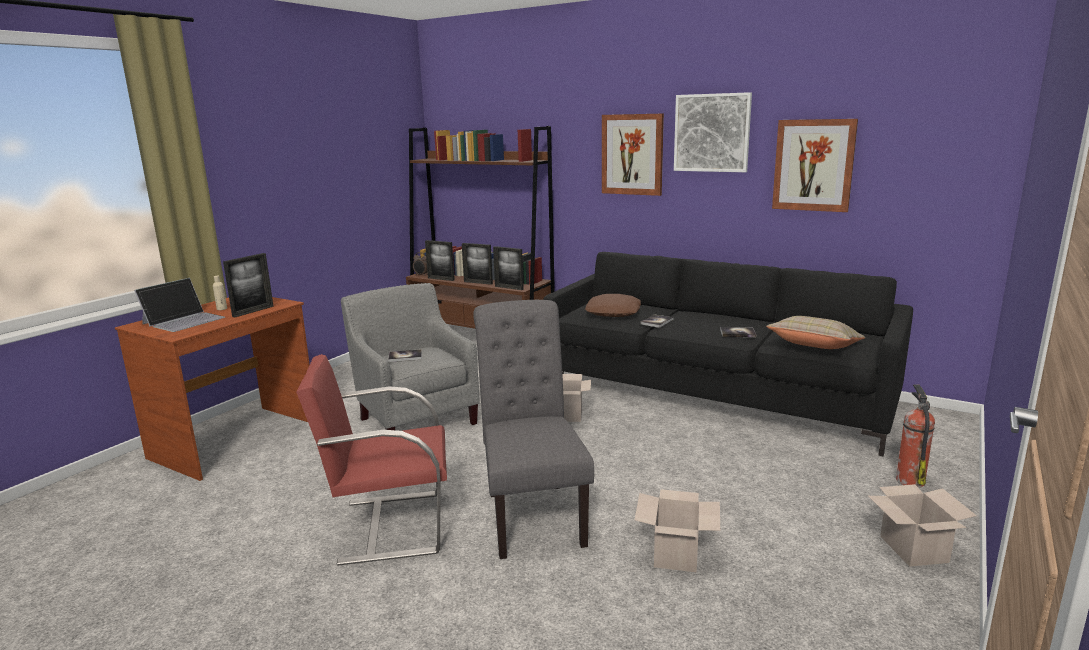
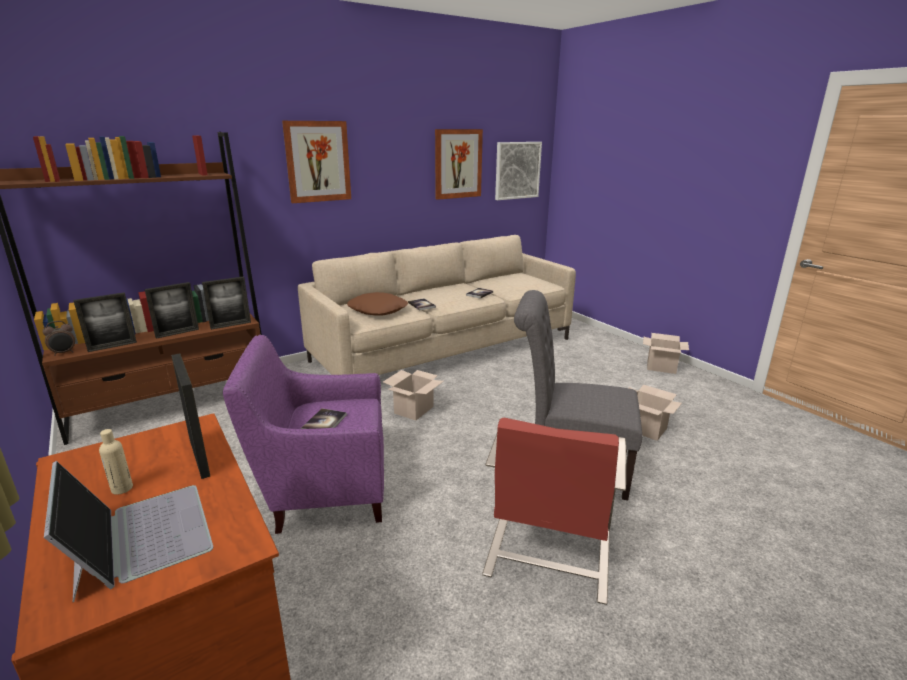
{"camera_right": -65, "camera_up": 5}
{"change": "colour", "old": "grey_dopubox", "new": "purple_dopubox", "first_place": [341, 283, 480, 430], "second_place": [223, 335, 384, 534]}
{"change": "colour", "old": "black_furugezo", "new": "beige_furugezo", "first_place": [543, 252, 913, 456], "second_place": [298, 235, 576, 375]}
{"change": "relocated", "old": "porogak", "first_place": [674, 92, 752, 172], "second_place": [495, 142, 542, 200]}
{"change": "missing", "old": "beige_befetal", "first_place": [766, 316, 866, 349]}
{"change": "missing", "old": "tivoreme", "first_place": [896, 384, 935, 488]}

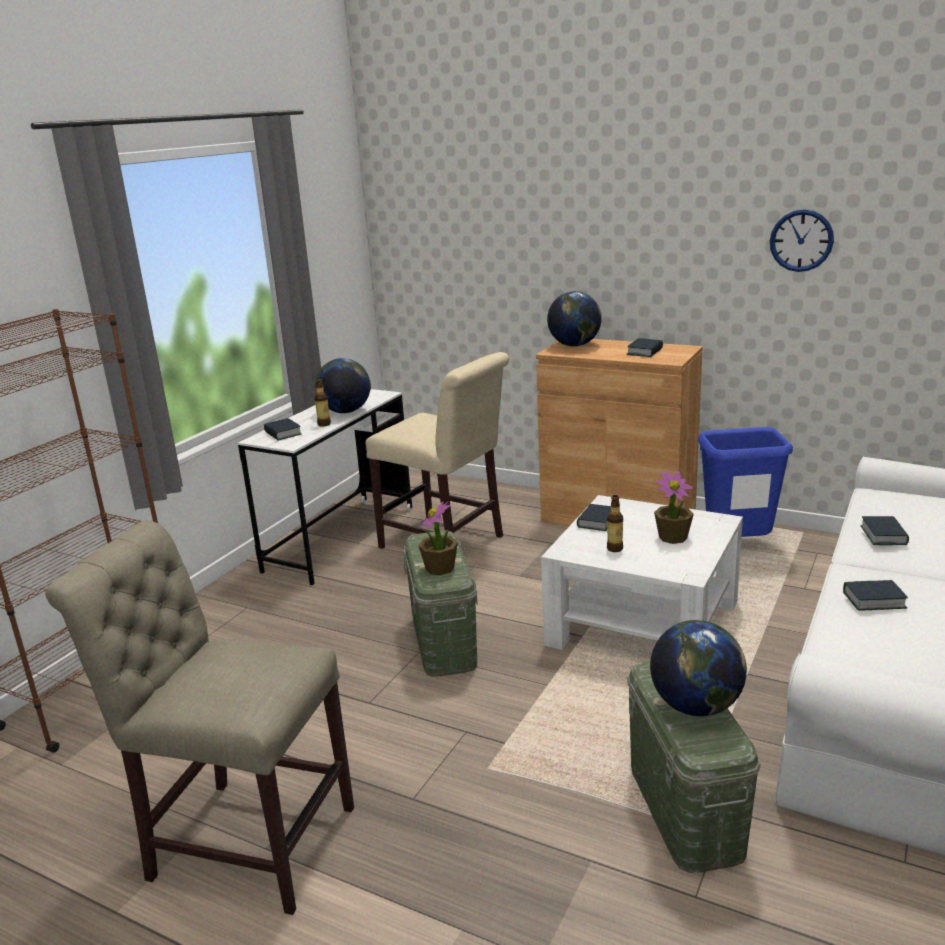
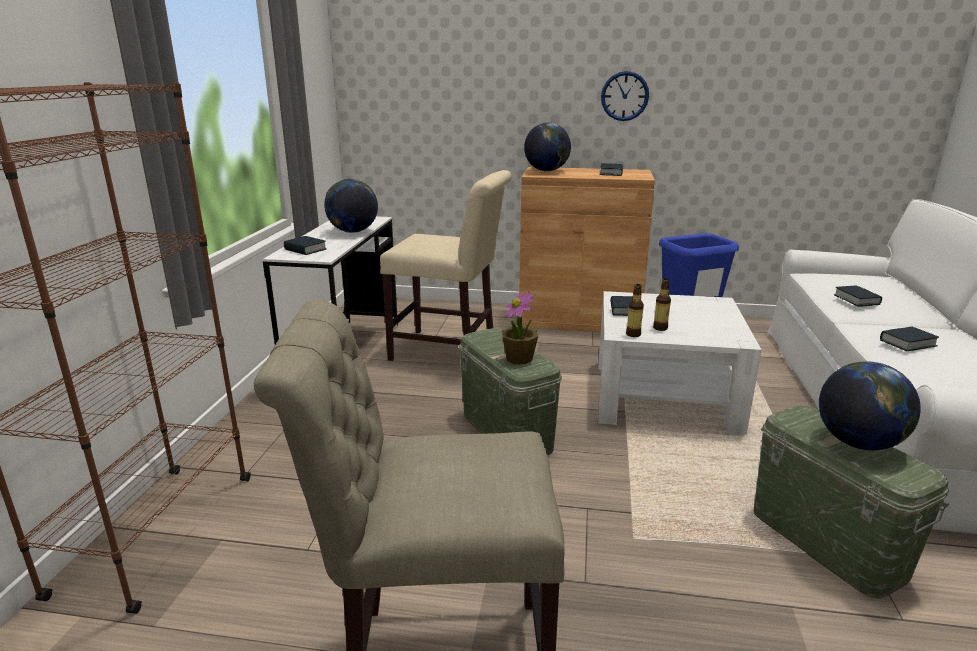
{"camera_right": -20, "camera_up": 0}
{"change": "relocated", "old": "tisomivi", "first_place": [770, 209, 834, 272], "second_place": [601, 71, 649, 121]}
{"change": "relocated", "old": "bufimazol", "first_place": [314, 378, 331, 427], "second_place": [626, 284, 644, 337]}
{"change": "missing", "old": "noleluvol", "first_place": [654, 471, 694, 544]}

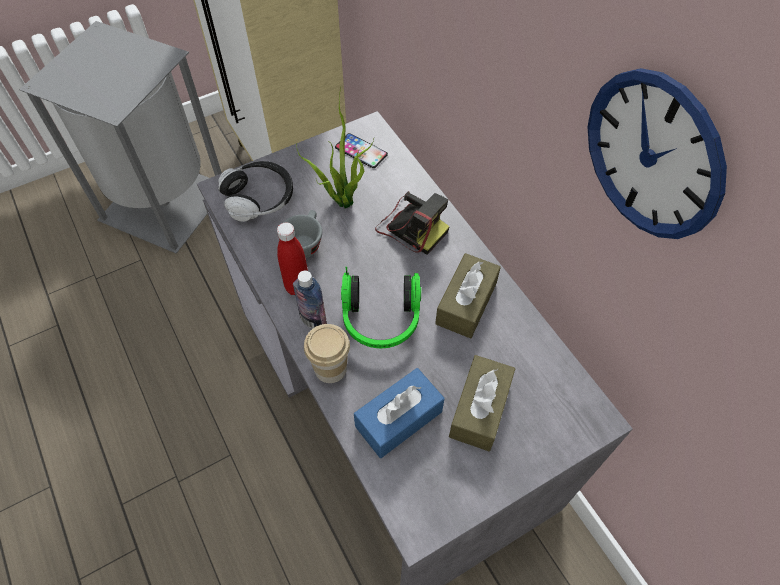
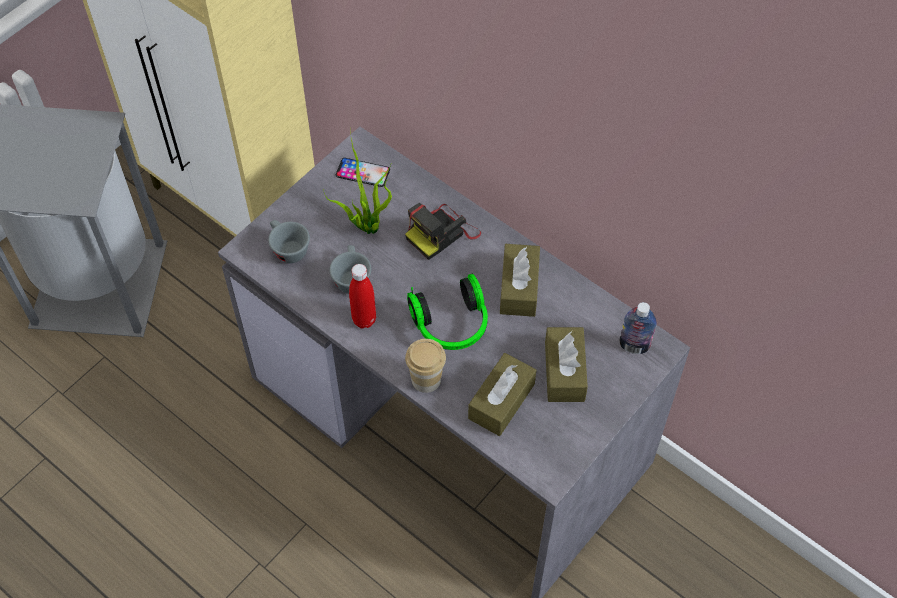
{"camera_right": -20, "camera_up": 0}
{"change": "exchanged", "old": "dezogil", "new": "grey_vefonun", "first_place": [218, 161, 293, 222], "second_place": [268, 220, 310, 263]}
{"change": "spun", "old": "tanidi", "first_place": [375, 191, 450, 255], "second_place": [405, 203, 481, 260], "degrees": 120}
{"change": "colour", "old": "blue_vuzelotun", "new": "brown_vuzelotun", "first_place": [354, 368, 445, 458], "second_place": [468, 353, 536, 436]}
{"change": "relocated", "old": "bufimazol", "first_place": [293, 271, 327, 329], "second_place": [619, 302, 657, 354]}
{"change": "missing", "old": "tisomivi", "first_place": [588, 68, 727, 239]}

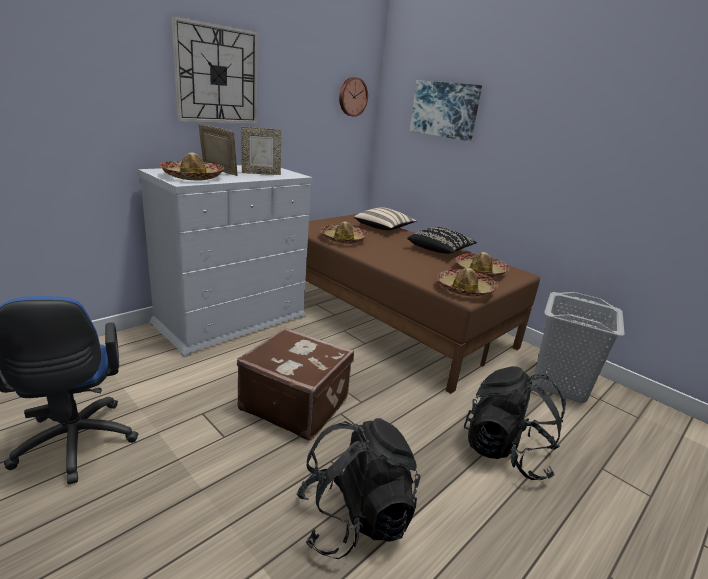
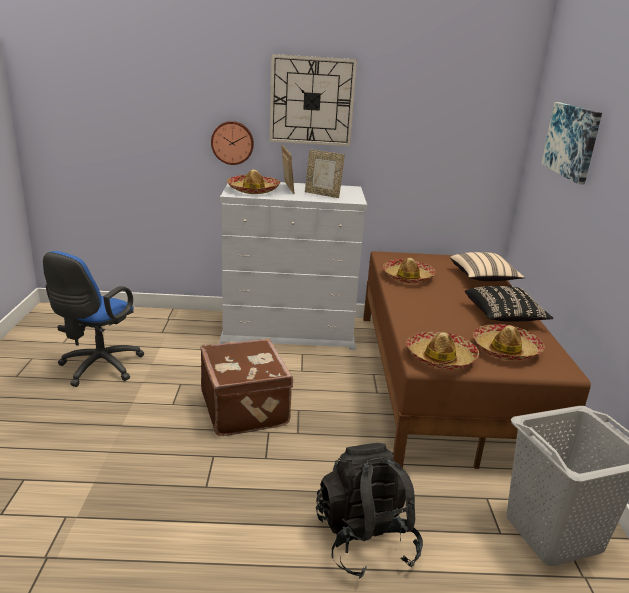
{"camera_right": 45, "camera_up": 0}
{"change": "relocated", "old": "tisomivi", "first_place": [339, 77, 368, 117], "second_place": [211, 121, 254, 165]}
{"change": "missing", "old": "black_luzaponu", "first_place": [296, 418, 421, 559]}

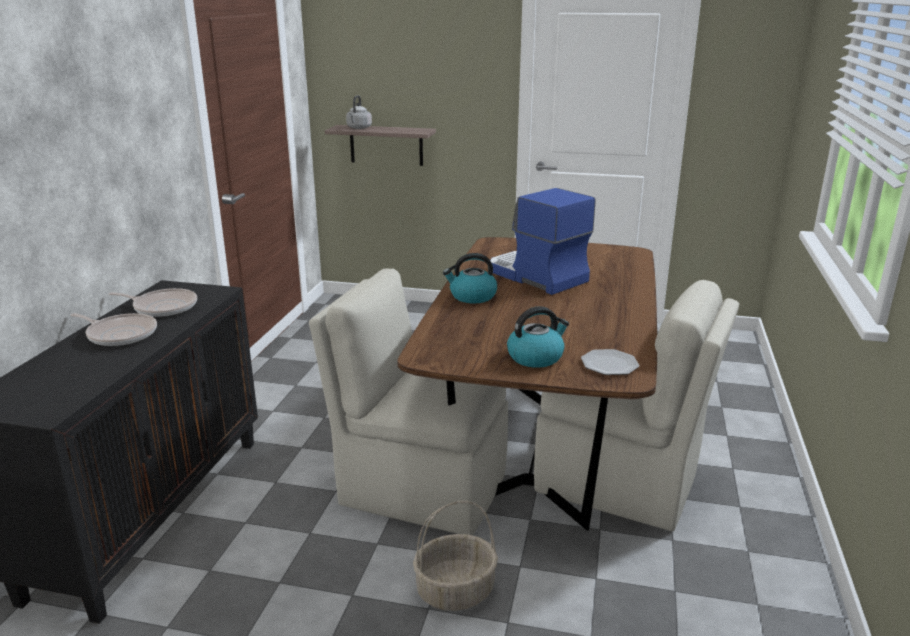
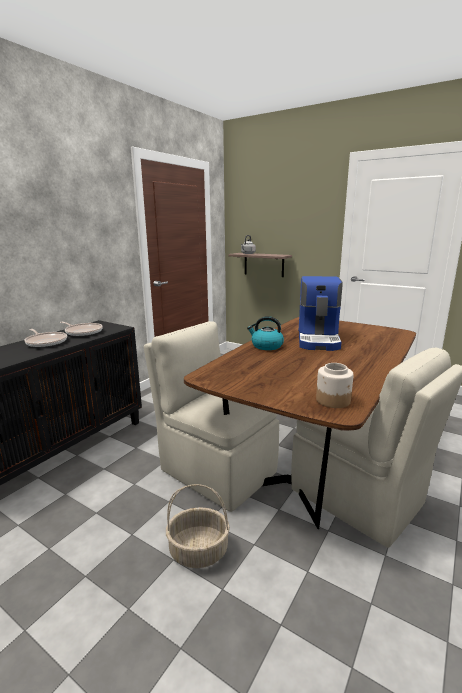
{"camera_right": 20, "camera_up": -5}
{"change": "spun", "old": "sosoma", "first_place": [490, 188, 595, 295], "second_place": [299, 276, 343, 351], "degrees": -150}
{"change": "exchanged", "old": "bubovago", "new": "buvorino", "first_place": [581, 349, 640, 375], "second_place": [316, 363, 354, 408]}
{"change": "missing", "old": "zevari", "first_place": [507, 306, 569, 368]}

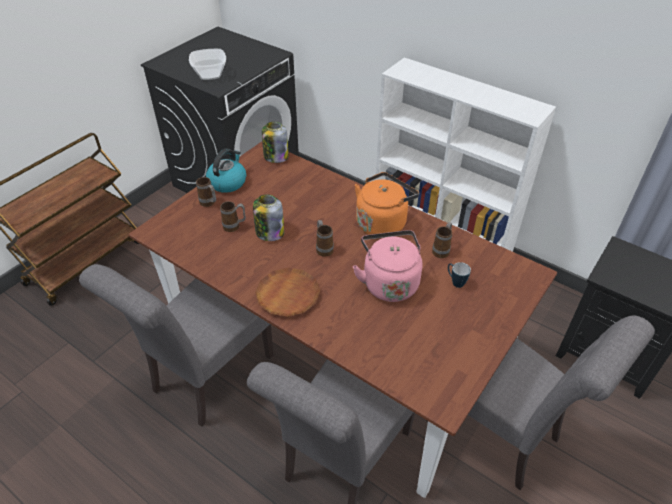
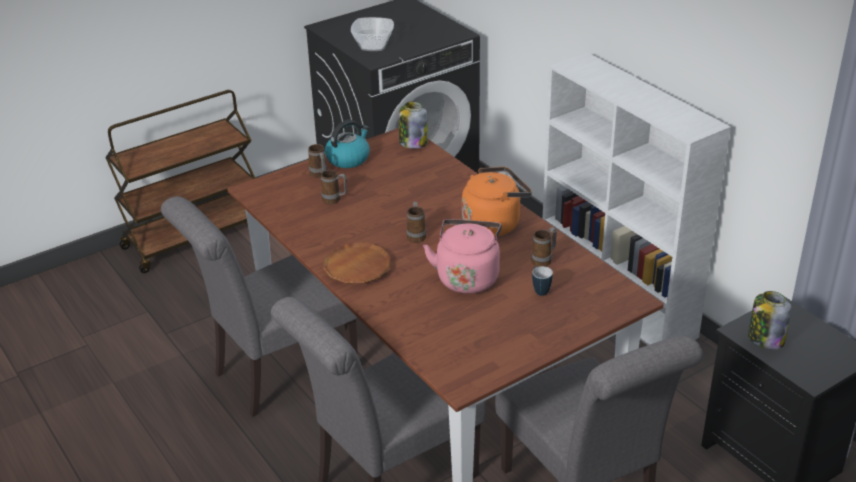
{"camera_right": 20, "camera_up": -10}
{"change": "relocated", "old": "buvorino", "first_place": [253, 194, 284, 241], "second_place": [748, 291, 791, 350]}

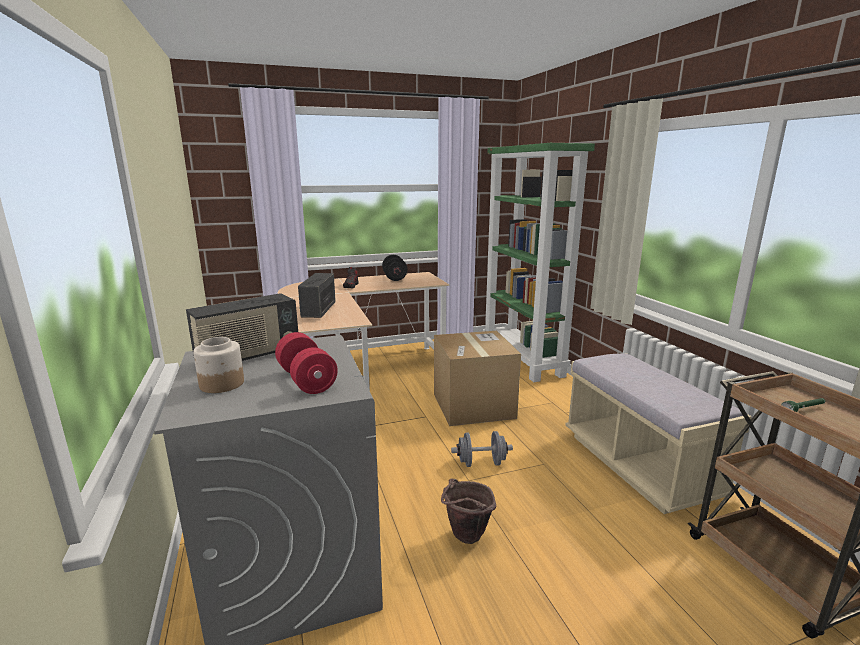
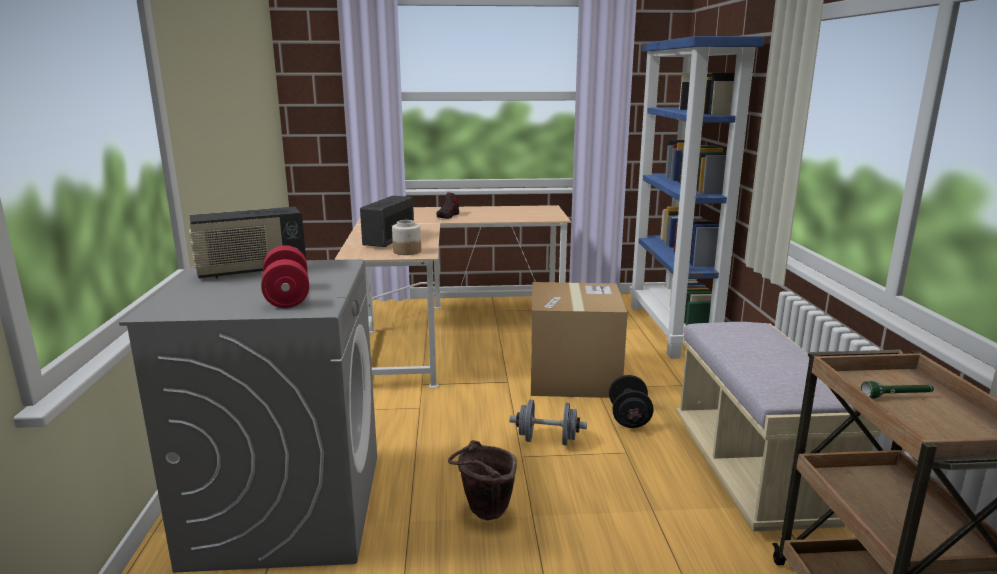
{"camera_right": 15, "camera_up": 0}
{"change": "relocated", "old": "buvorino", "first_place": [193, 337, 244, 393], "second_place": [392, 220, 421, 255]}
{"change": "relocated", "old": "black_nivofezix", "first_place": [382, 255, 407, 281], "second_place": [609, 375, 654, 428]}
{"change": "colour", "old": "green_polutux", "new": "blue_polutux", "first_place": [483, 143, 595, 382], "second_place": [629, 36, 764, 359]}

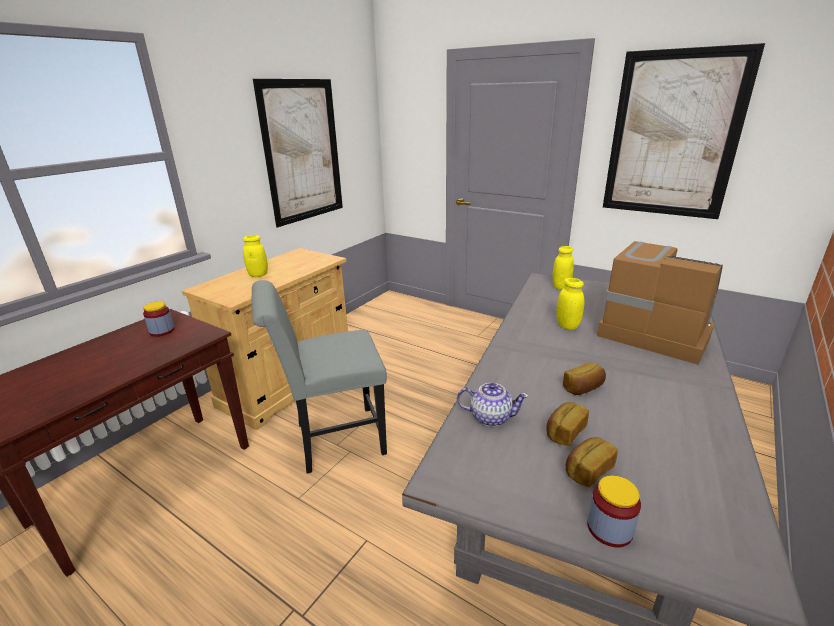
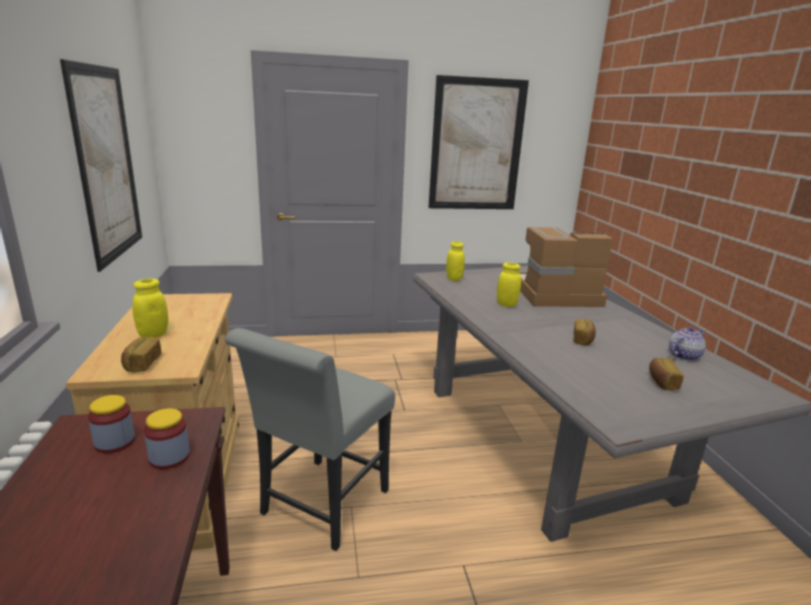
{"camera_right": -45, "camera_up": -5}
{"change": "relocated", "old": "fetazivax", "first_place": [546, 402, 589, 446], "second_place": [121, 337, 162, 372]}
{"change": "relocated", "old": "buvorino", "first_place": [587, 475, 641, 547], "second_place": [144, 408, 190, 470]}
{"change": "relocated", "old": "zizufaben", "first_place": [457, 383, 529, 426], "second_place": [669, 327, 706, 361]}

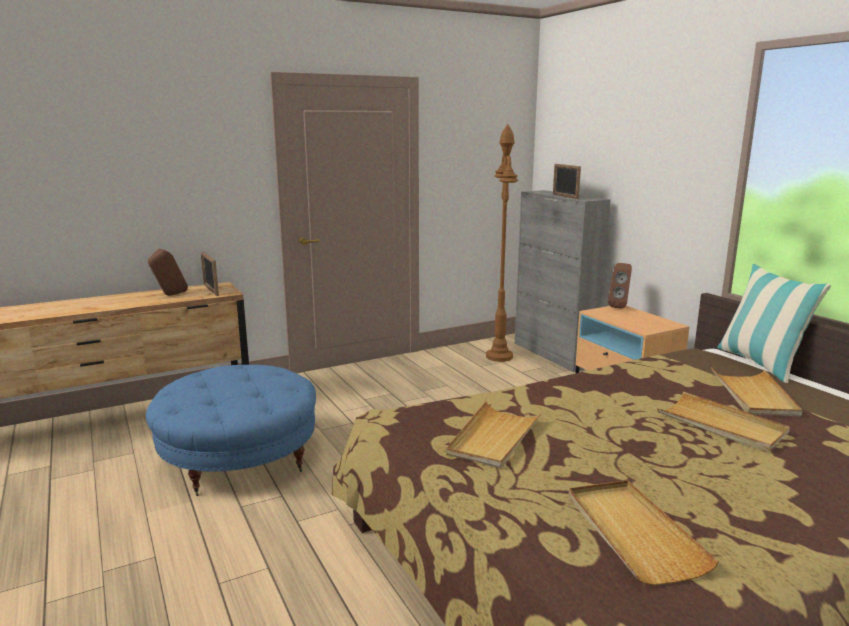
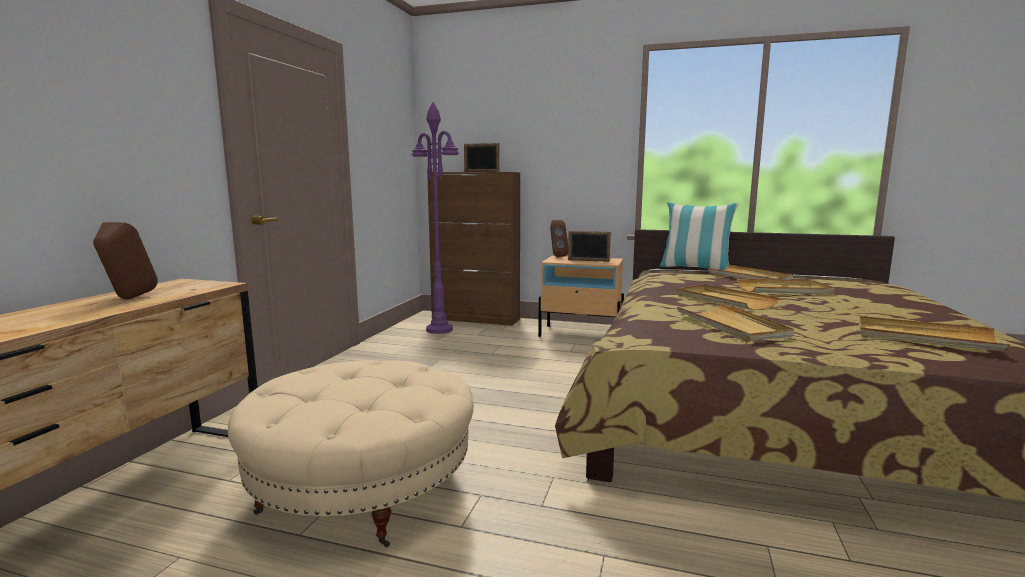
{"camera_right": -45, "camera_up": -5}
{"change": "colour", "old": "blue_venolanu", "new": "beige_venolanu", "first_place": [146, 365, 316, 496], "second_place": [228, 361, 474, 547]}
{"change": "colour", "old": "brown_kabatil", "new": "purple_kabatil", "first_place": [486, 124, 518, 362], "second_place": [412, 102, 459, 334]}
{"change": "colour", "old": "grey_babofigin", "new": "brown_babofigin", "first_place": [515, 190, 611, 372], "second_place": [427, 172, 520, 326]}
{"change": "relocated", "old": "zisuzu", "first_place": [201, 252, 219, 296], "second_place": [568, 231, 611, 262]}
{"change": "appeared", "new": "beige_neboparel", "second_place": [677, 284, 779, 310]}

